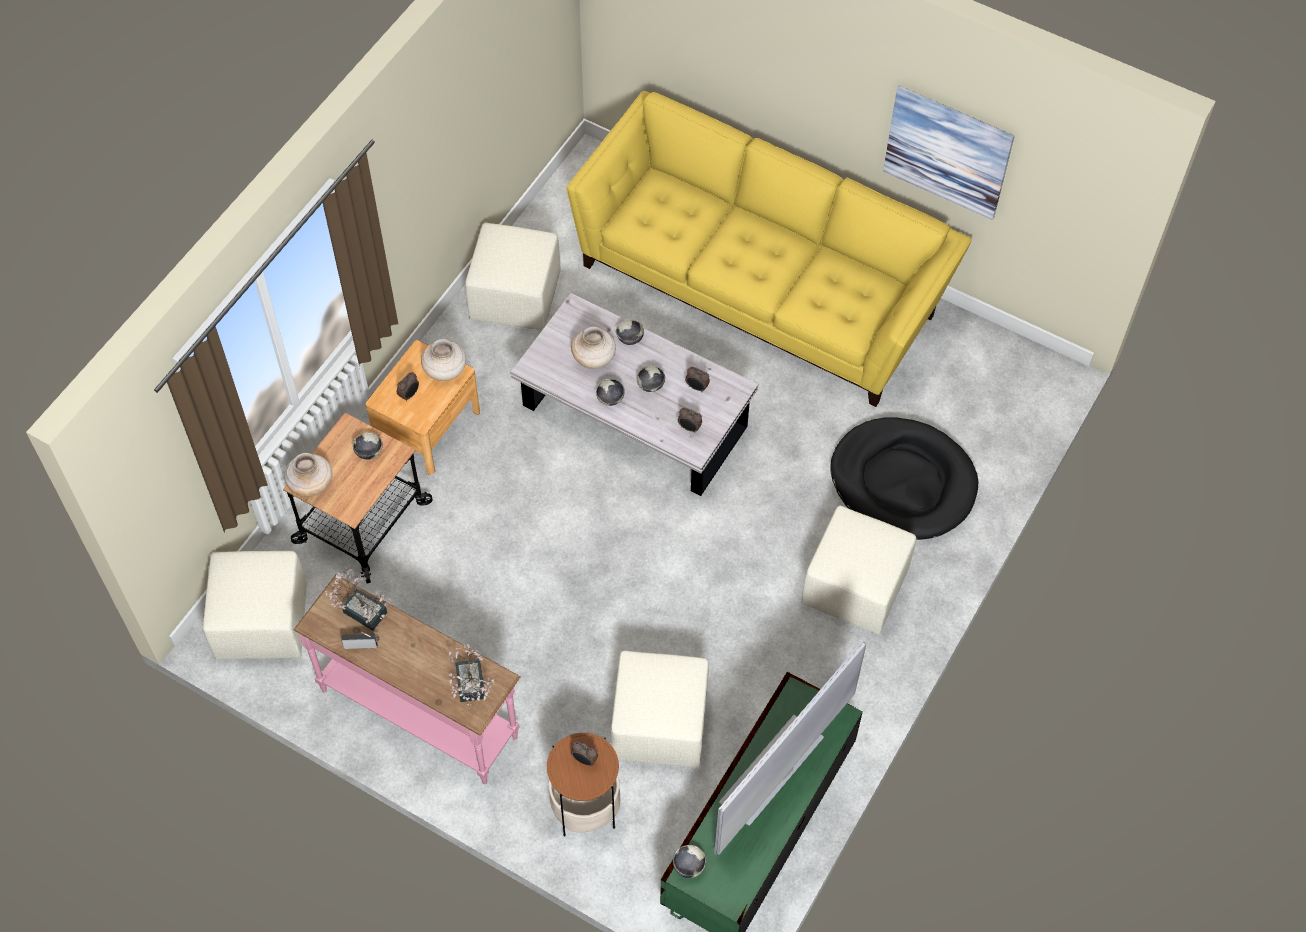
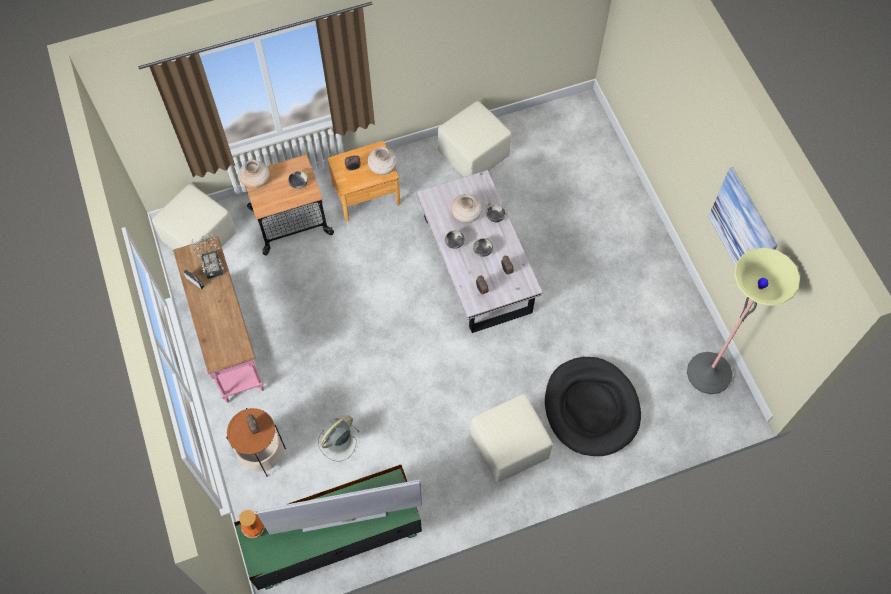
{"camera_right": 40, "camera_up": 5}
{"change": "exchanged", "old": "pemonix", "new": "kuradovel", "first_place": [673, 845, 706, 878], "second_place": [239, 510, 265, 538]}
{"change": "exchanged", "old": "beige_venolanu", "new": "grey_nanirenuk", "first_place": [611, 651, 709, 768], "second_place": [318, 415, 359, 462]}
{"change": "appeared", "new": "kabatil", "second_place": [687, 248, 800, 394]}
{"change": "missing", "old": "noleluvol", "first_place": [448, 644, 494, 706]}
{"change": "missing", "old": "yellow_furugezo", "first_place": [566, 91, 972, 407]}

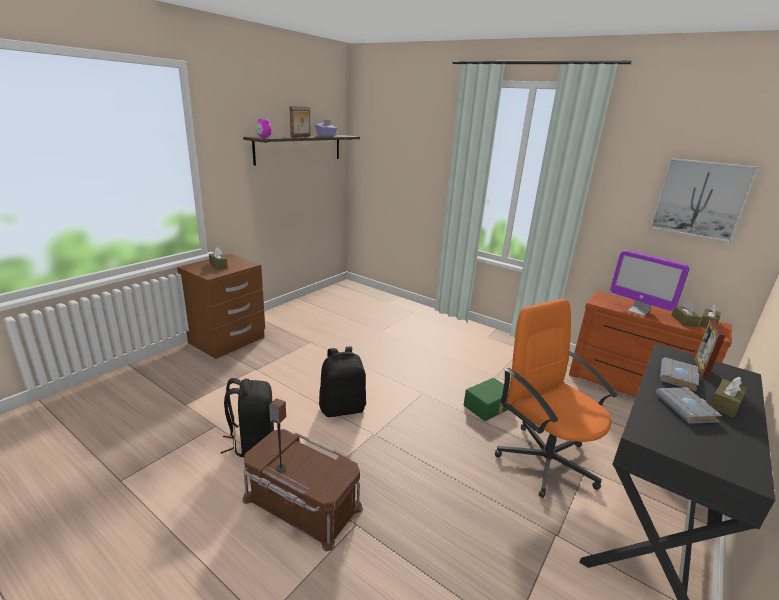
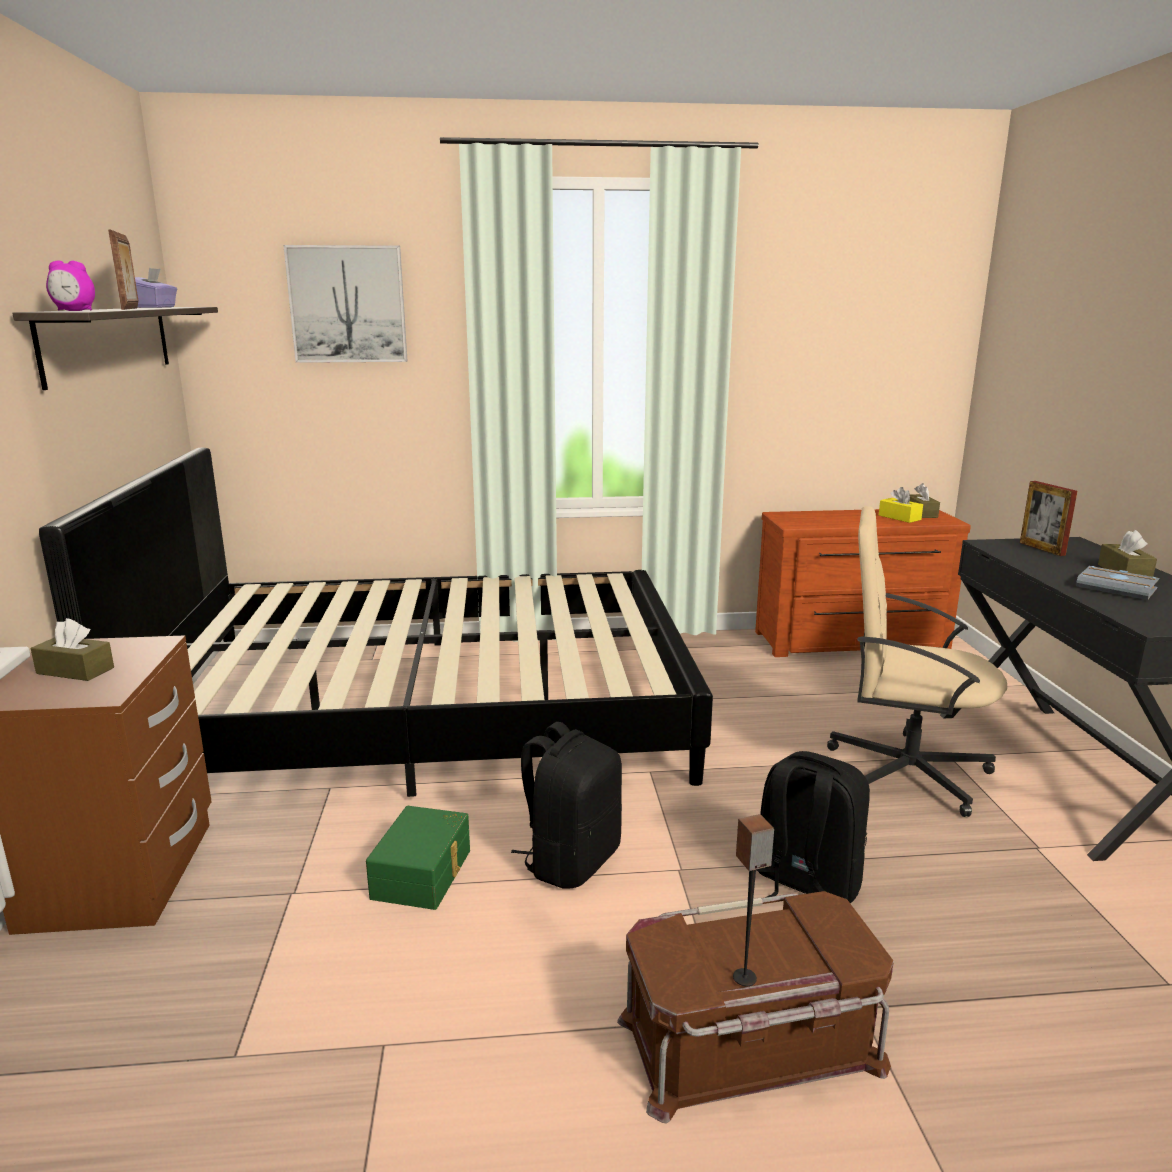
{"camera_right": -40, "camera_up": -5}
{"change": "appeared", "new": "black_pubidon", "second_place": [39, 448, 713, 797]}
{"change": "relocated", "old": "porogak", "first_place": [650, 158, 759, 242], "second_place": [283, 245, 408, 363]}
{"change": "relocated", "old": "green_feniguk", "first_place": [464, 378, 512, 421], "second_place": [366, 806, 470, 910]}
{"change": "relocated", "old": "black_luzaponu", "first_place": [220, 378, 274, 457], "second_place": [756, 751, 870, 903]}
{"change": "colour", "old": "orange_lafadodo", "new": "beige_lafadodo", "first_place": [495, 299, 617, 498], "second_place": [827, 506, 1007, 817]}
{"change": "colour", "old": "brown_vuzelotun", "new": "yellow_vuzelotun", "first_place": [672, 301, 701, 327], "second_place": [879, 487, 923, 523]}
{"change": "missing", "old": "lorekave", "first_place": [610, 250, 689, 316]}
{"change": "missing", "old": "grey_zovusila", "first_place": [660, 357, 700, 391]}

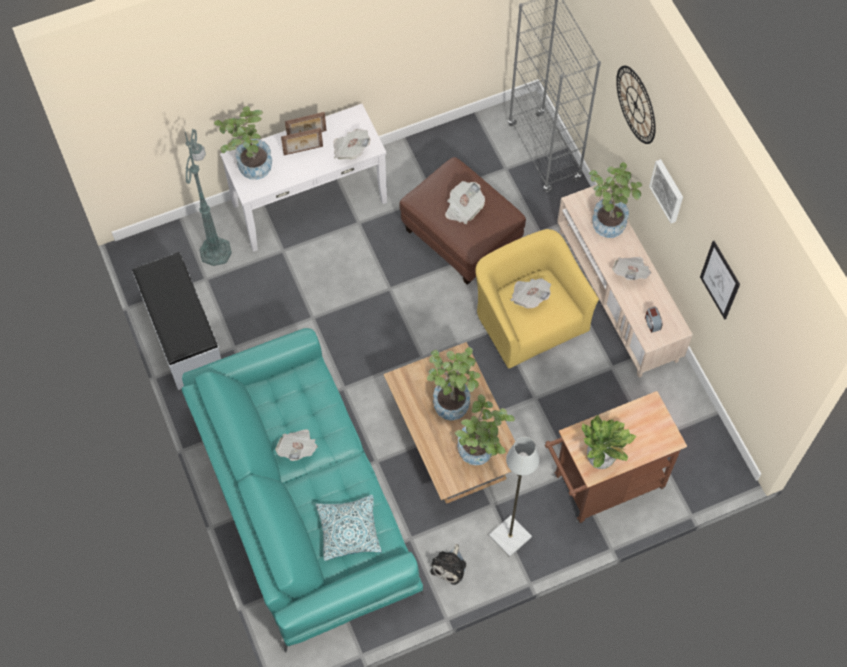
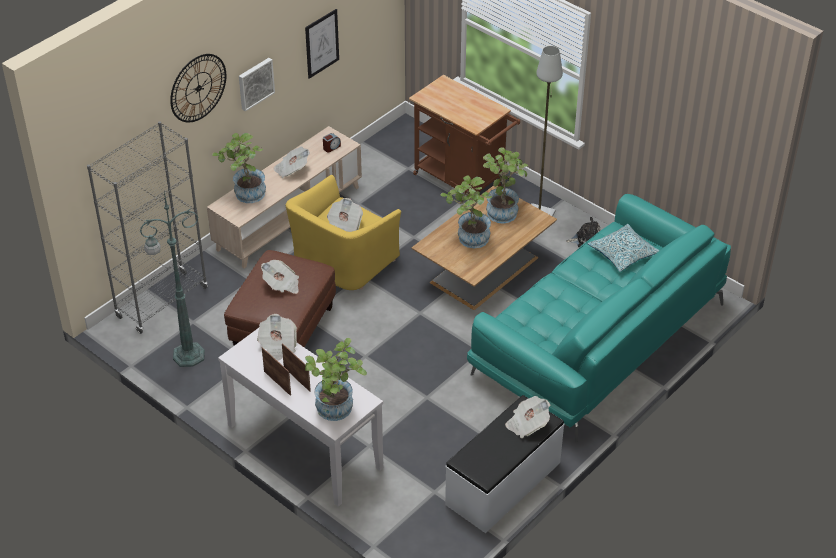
{"camera_right": -115, "camera_up": -20}
{"change": "relocated", "old": "green_kabatil", "first_place": [184, 128, 232, 266], "second_place": [140, 191, 205, 367]}
{"change": "relocated", "old": "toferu", "first_place": [275, 429, 318, 461], "second_place": [505, 396, 550, 438]}
{"change": "missing", "old": "noleluvol", "first_place": [582, 415, 636, 469]}

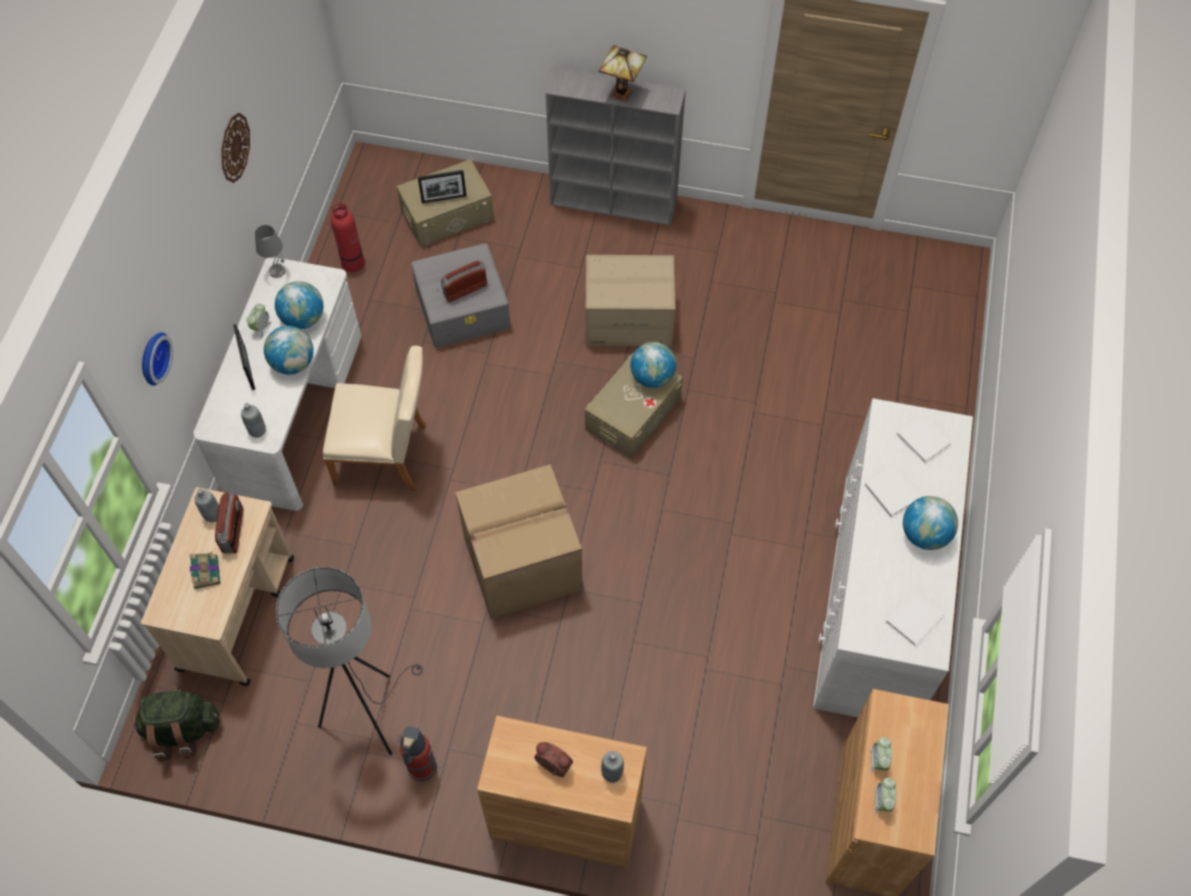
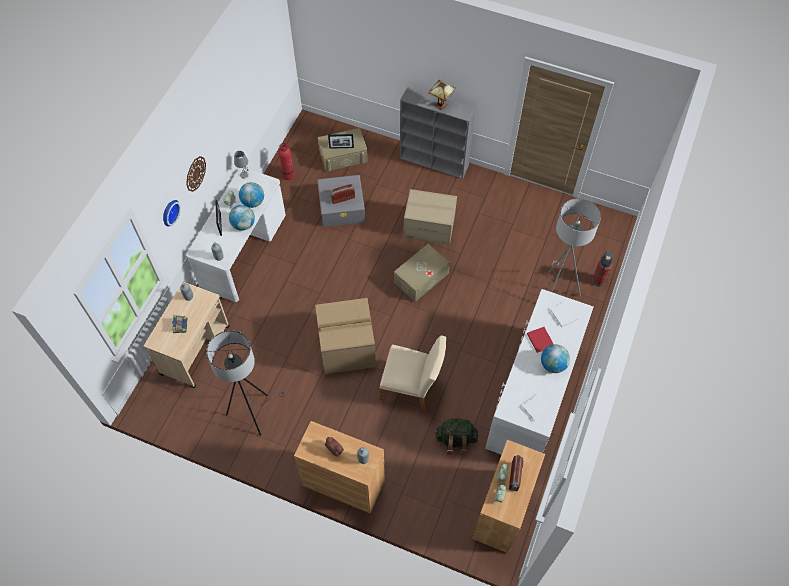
{"camera_right": 10, "camera_up": 0}
{"change": "relocated", "old": "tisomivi", "first_place": [221, 113, 250, 183], "second_place": [186, 156, 206, 192]}
{"change": "relocated", "old": "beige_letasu", "first_place": [323, 346, 426, 491], "second_place": [380, 336, 446, 411]}
{"change": "relocated", "old": "green_luzaponu", "first_place": [133, 687, 220, 762], "second_place": [435, 416, 479, 455]}
{"change": "relocated", "old": "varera", "first_place": [215, 491, 243, 553], "second_place": [509, 455, 524, 491]}
{"change": "colour", "old": "white_zovusila", "new": "red_zovusila", "first_place": [865, 467, 919, 517], "second_place": [527, 327, 553, 353]}
{"change": "appeared", "new": "grey_kabatil", "second_place": [548, 198, 601, 296]}
{"change": "relocated", "old": "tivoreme", "first_place": [397, 726, 437, 781], "second_place": [592, 252, 613, 287]}
{"change": "missing", "old": "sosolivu", "first_place": [631, 342, 676, 388]}

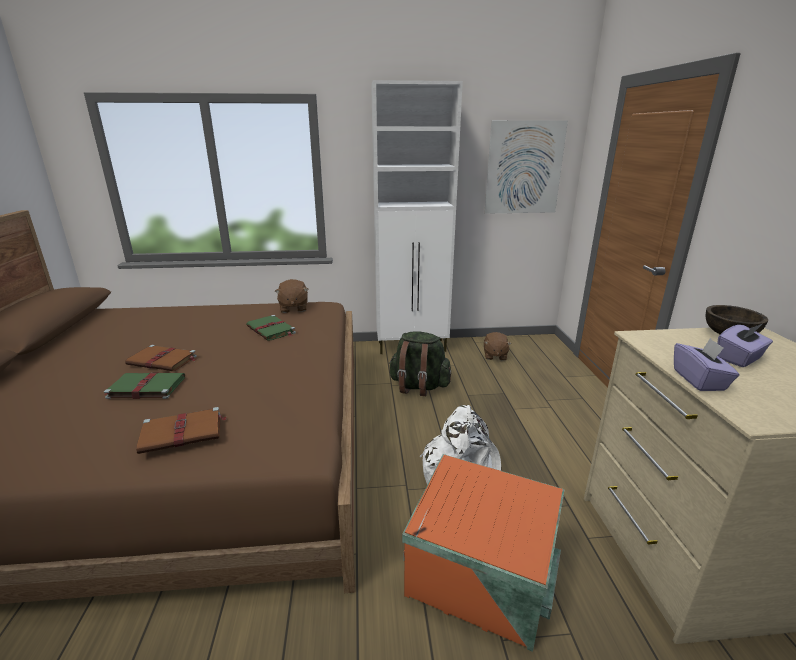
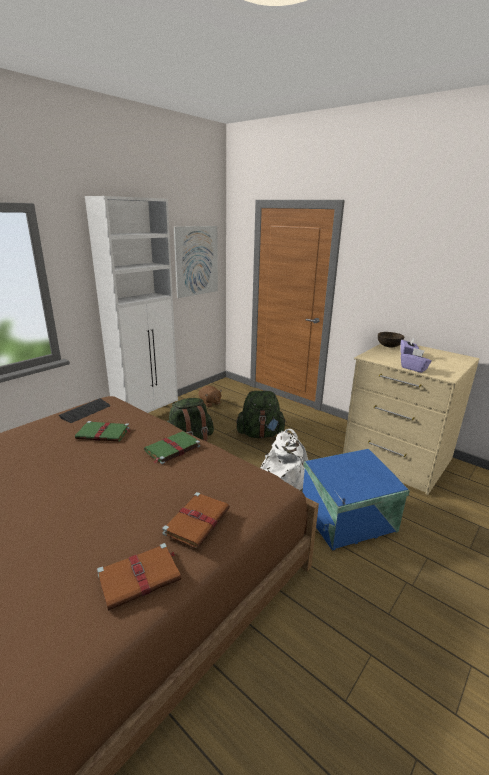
{"camera_right": -45, "camera_up": 0}
{"change": "exchanged", "old": "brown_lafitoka", "new": "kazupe", "first_place": [275, 279, 308, 313], "second_place": [59, 398, 110, 423]}
{"change": "relocated", "old": "brown_zovusila", "first_place": [125, 345, 197, 371], "second_place": [97, 543, 181, 611]}
{"change": "relocated", "old": "green_zovusila", "first_place": [104, 373, 185, 399], "second_place": [144, 431, 200, 464]}
{"change": "appeared", "new": "green_luzaponu", "second_place": [236, 391, 286, 438]}
{"change": "colour", "old": "orange_feniguk", "new": "blue_feniguk", "first_place": [402, 454, 565, 652], "second_place": [302, 449, 410, 551]}

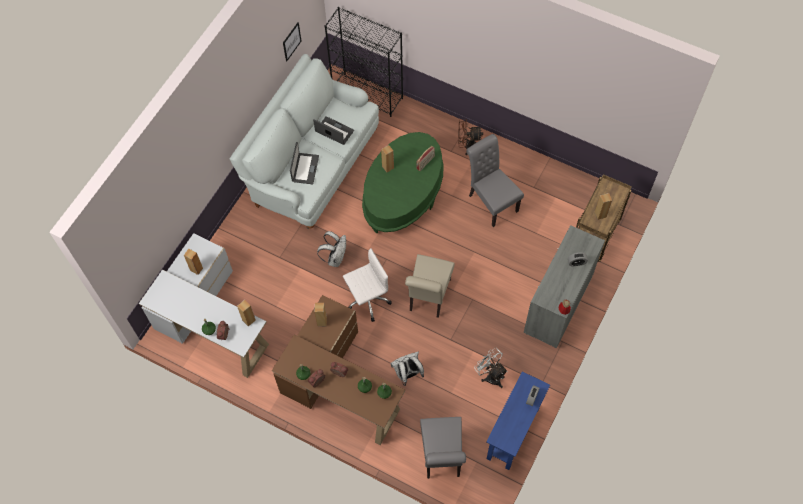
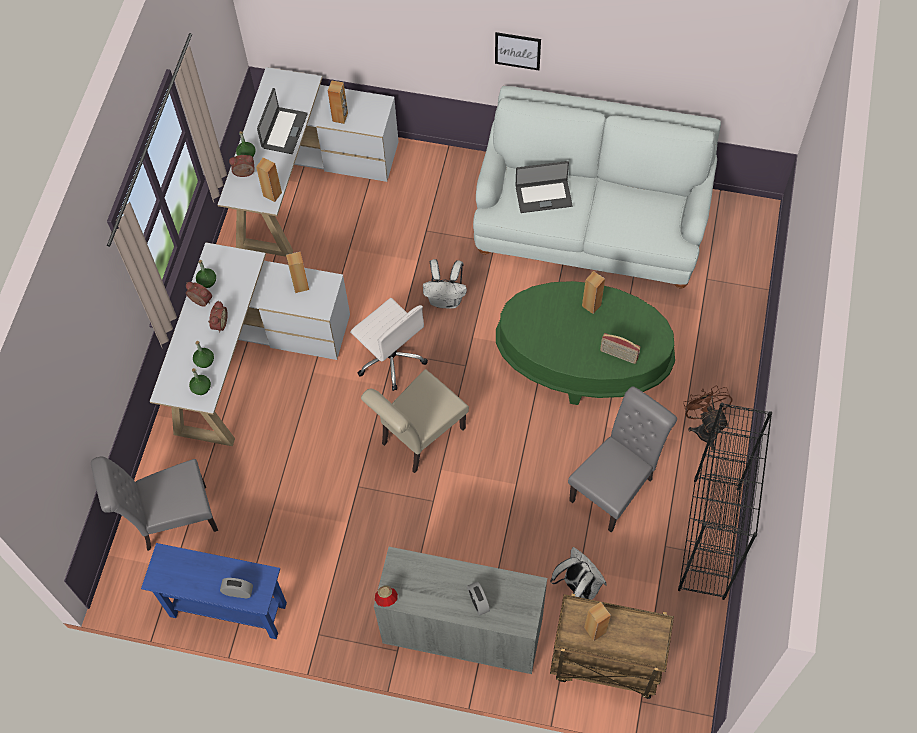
{"camera_right": 75, "camera_up": 0}
{"change": "colour", "old": "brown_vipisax", "new": "white_vipisax", "first_place": [272, 295, 406, 445], "second_place": [150, 242, 350, 446]}
{"change": "relocated", "old": "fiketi", "first_place": [313, 116, 354, 145], "second_place": [257, 88, 308, 154]}
{"change": "spun", "old": "beige_letasu", "first_place": [405, 254, 455, 318], "second_place": [361, 369, 469, 473], "degrees": -45}
{"change": "relocated", "old": "porogak", "first_place": [283, 22, 301, 61], "second_place": [495, 32, 541, 70]}
{"change": "relocated", "old": "white_luzaponu", "first_place": [391, 352, 424, 386], "second_place": [550, 547, 607, 600]}
{"change": "relocated", "old": "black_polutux", "first_place": [325, 7, 403, 117], "second_place": [678, 403, 772, 600]}
{"change": "missing", "old": "white_nanirenuk", "first_place": [474, 348, 507, 388]}

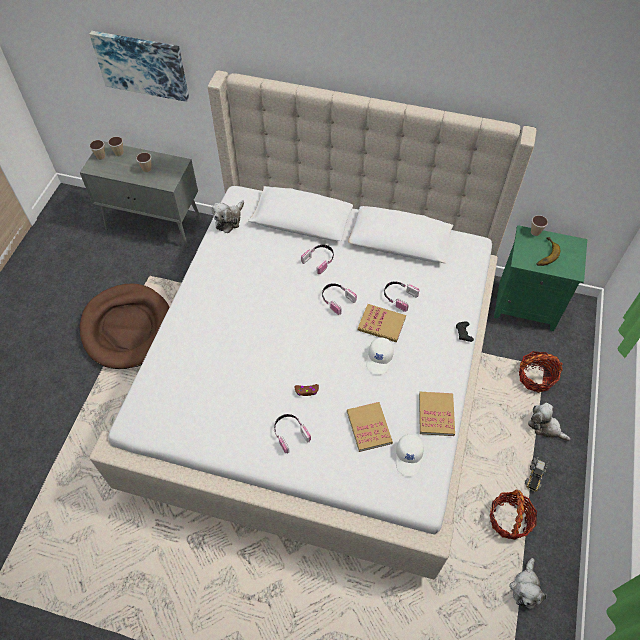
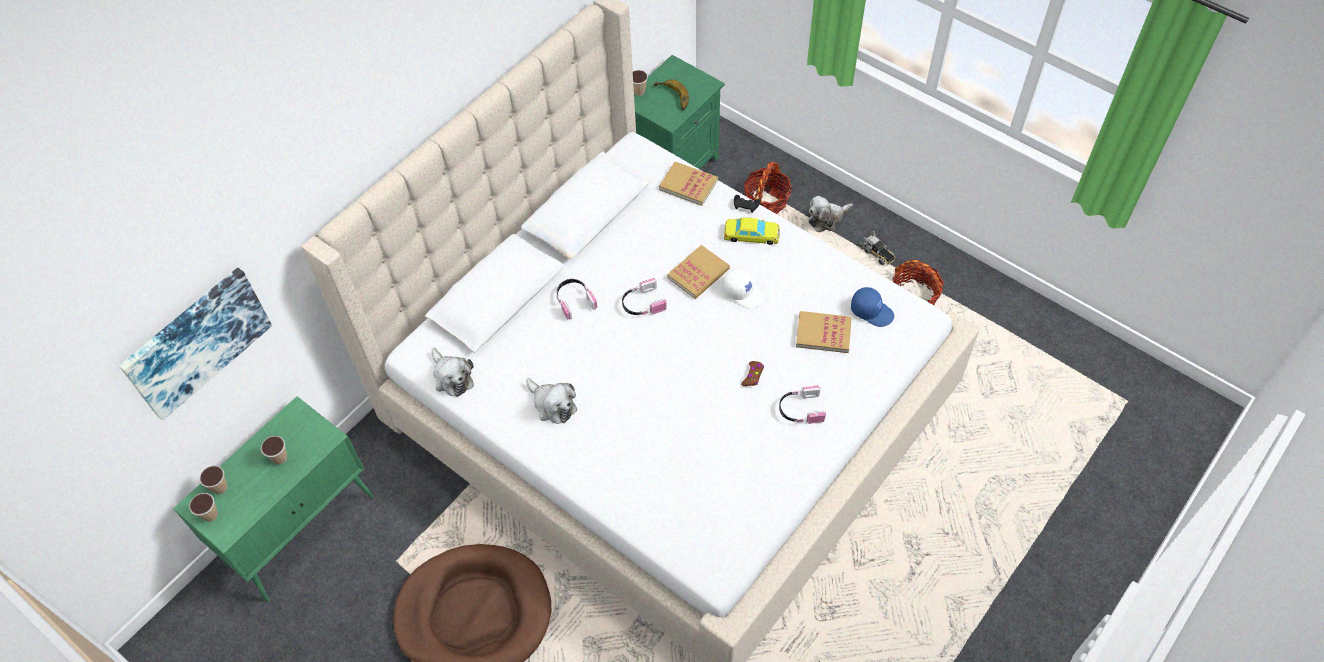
{"camera_right": -65, "camera_up": 0}
{"change": "colour", "old": "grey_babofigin", "new": "green_babofigin", "first_place": [80, 141, 202, 248], "second_place": [173, 396, 374, 602]}
{"change": "relocated", "old": "lafitoka", "first_place": [509, 558, 547, 609], "second_place": [526, 378, 577, 424]}
{"change": "relocated", "old": "zovusila", "first_place": [419, 392, 455, 436], "second_place": [659, 161, 718, 206]}
{"change": "appeared", "new": "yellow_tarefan", "second_place": [724, 218, 780, 245]}
{"change": "colour", "old": "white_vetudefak", "new": "blue_vetudefak", "first_place": [396, 434, 424, 477], "second_place": [851, 287, 895, 327]}
{"change": "missing", "old": "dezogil", "first_place": [384, 281, 419, 312]}

